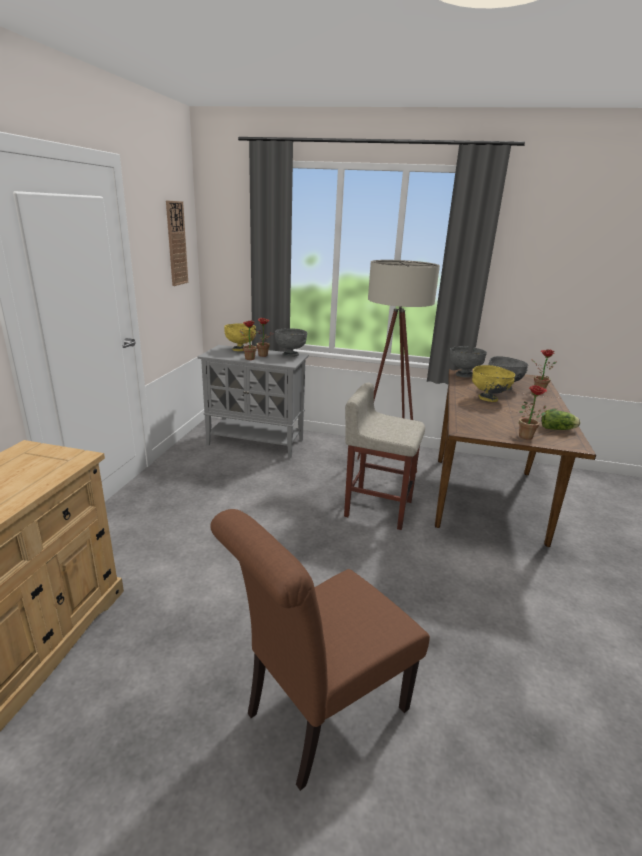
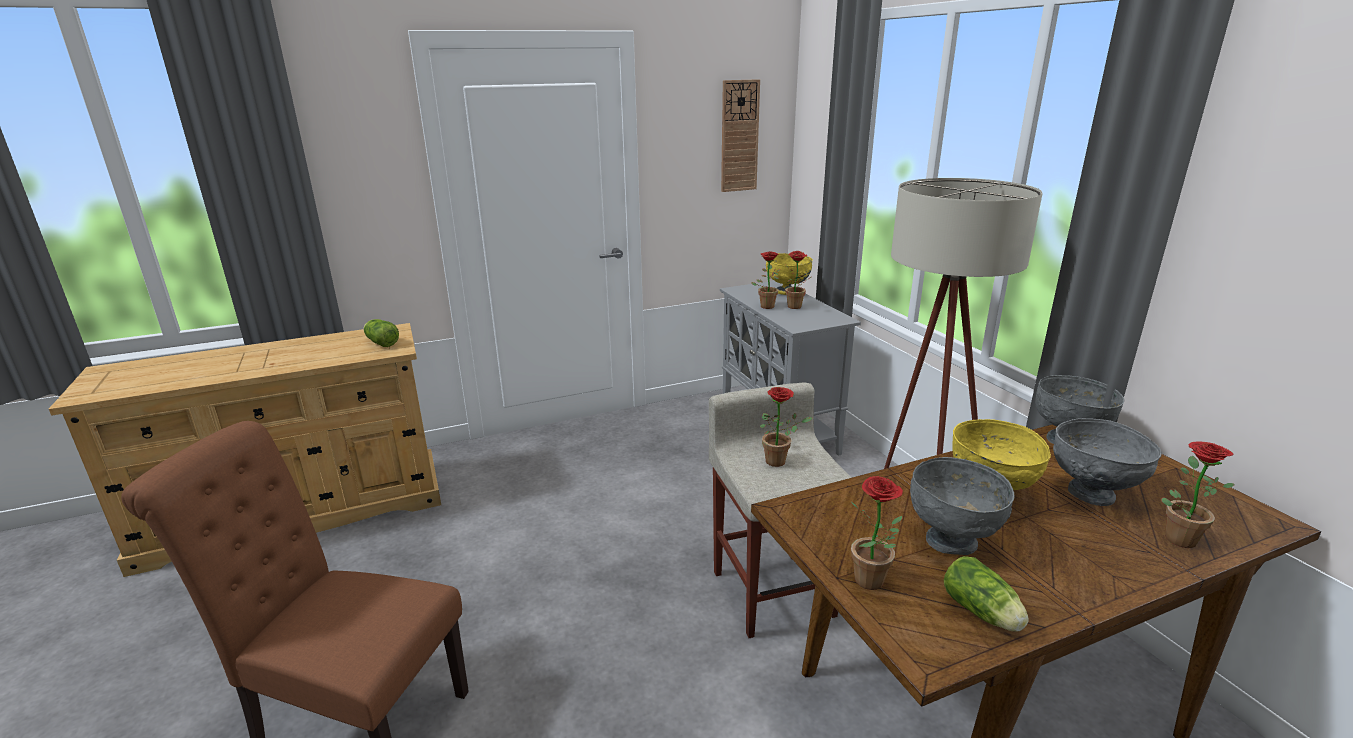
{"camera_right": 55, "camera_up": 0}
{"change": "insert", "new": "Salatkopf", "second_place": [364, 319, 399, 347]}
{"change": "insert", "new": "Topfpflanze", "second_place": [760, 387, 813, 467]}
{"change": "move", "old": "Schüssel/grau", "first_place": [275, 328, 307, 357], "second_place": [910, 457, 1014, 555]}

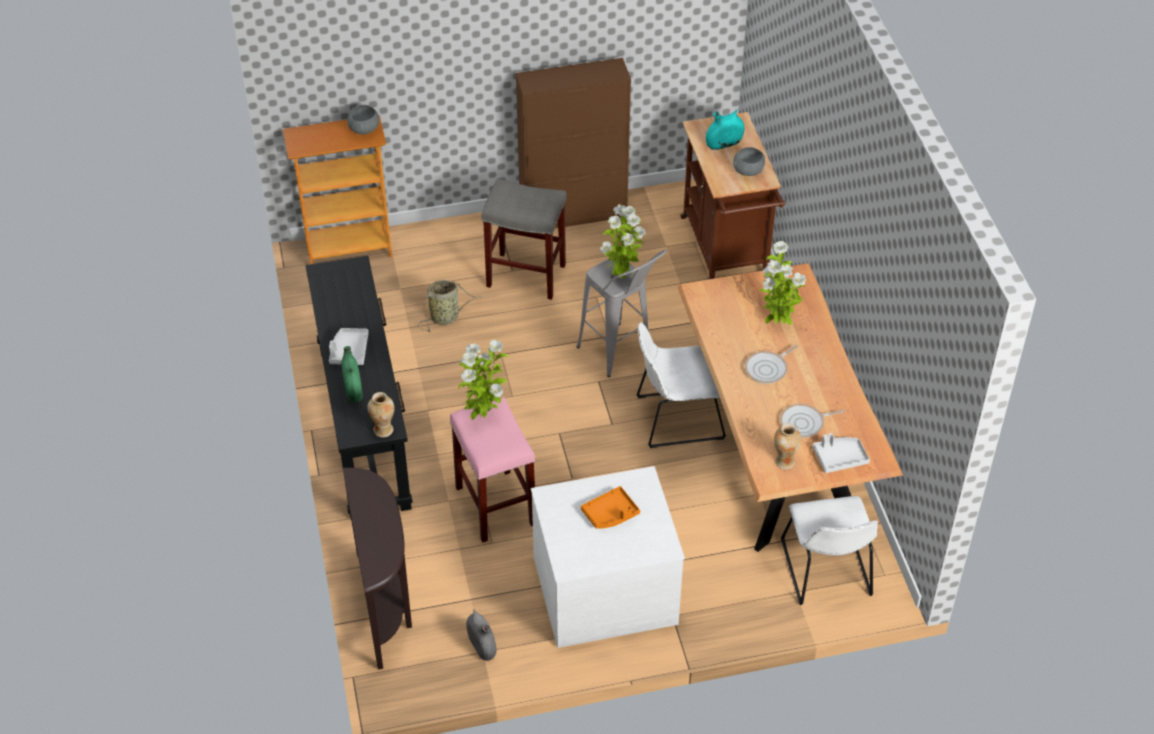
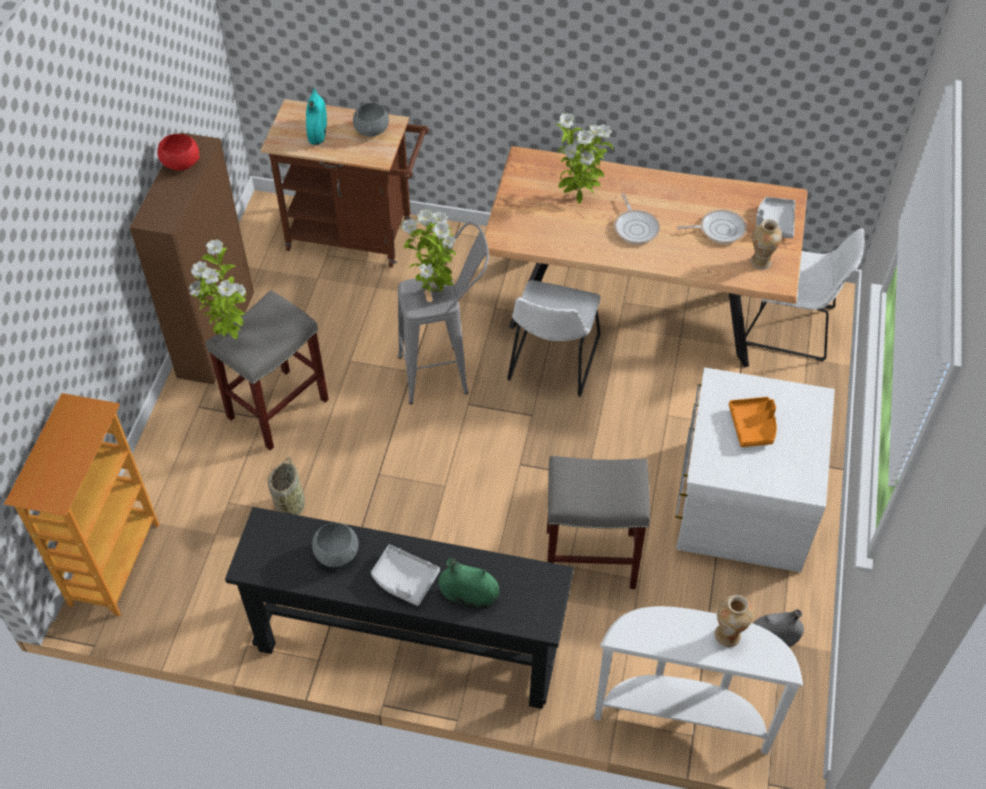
{"camera_right": -65, "camera_up": 5}
{"change": "insert", "new": "Schüssel/rot", "second_place": [157, 134, 200, 171]}
{"change": "move", "old": "Schüssel/grau", "first_place": [347, 105, 379, 134], "second_place": [312, 523, 359, 567]}
{"change": "move", "old": "Vase", "first_place": [367, 392, 395, 437], "second_place": [714, 595, 754, 647]}
{"change": "move", "old": "Topfpflanze", "first_place": [458, 340, 509, 420], "second_place": [189, 239, 247, 339]}
{"change": "recolor", "old": "Konsolentisch/braun", "new": "Konsolentisch/weiß", "first_place": [343, 468, 412, 670], "second_place": [594, 606, 803, 754]}
{"change": "recolor", "old": "Hocker/rosa", "new": "Hocker/grau", "first_place": [450, 397, 535, 543], "second_place": [547, 456, 650, 589]}
{"change": "rotate", "old": "Pfanne", "first_place": [780, 404, 845, 438], "second_place": [677, 209, 747, 244], "degrees": -105}

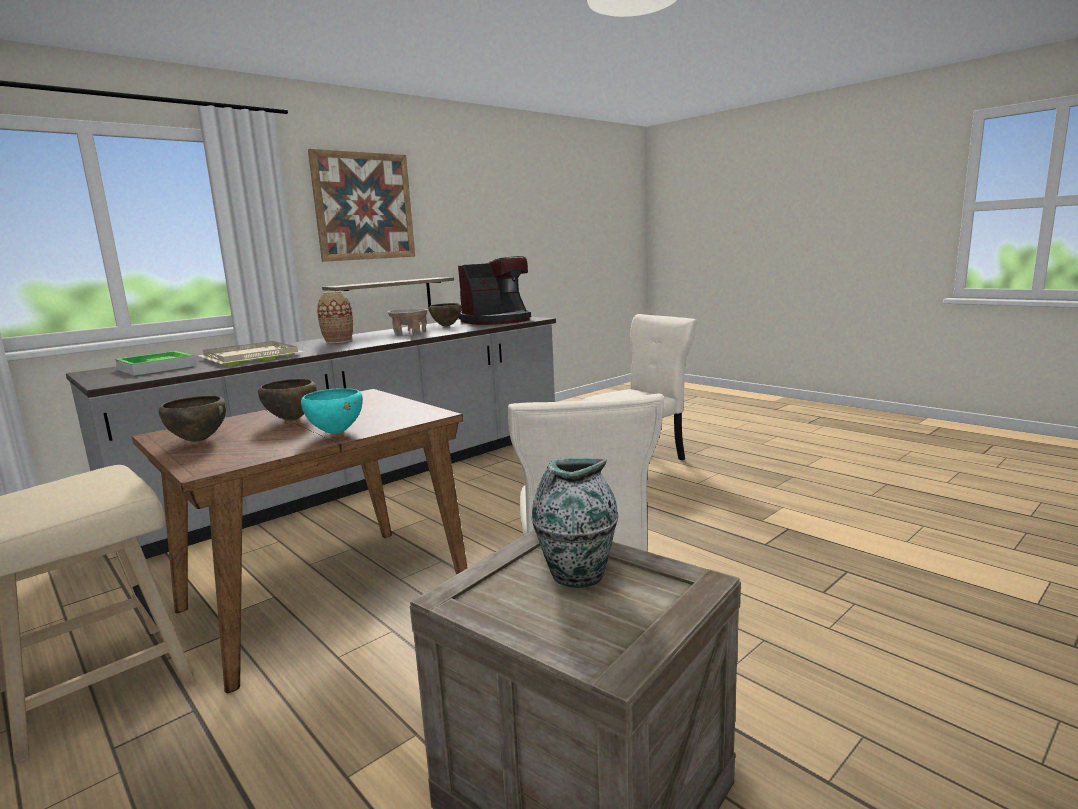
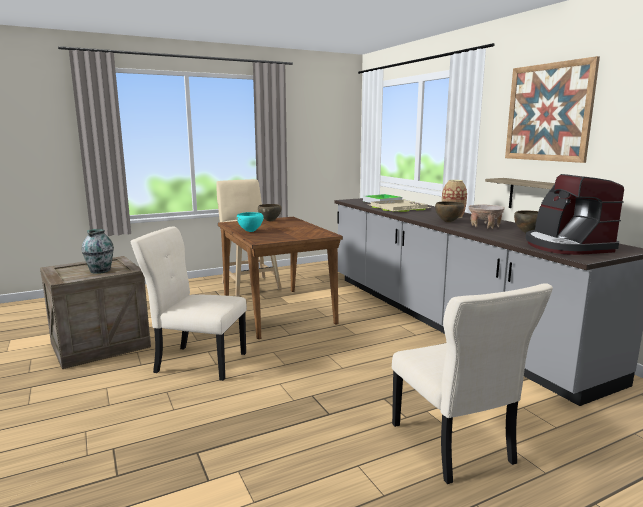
{"camera_right": 105, "camera_up": 0}
{"change": "move", "old": "Schüssel/braun", "first_place": [258, 379, 317, 421], "second_place": [435, 201, 464, 222]}

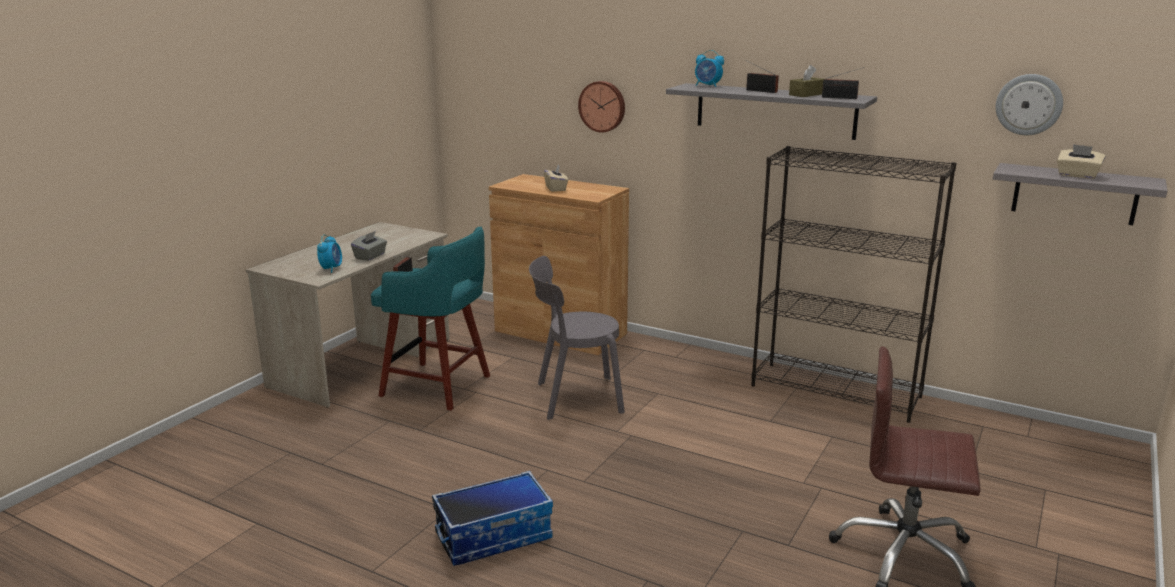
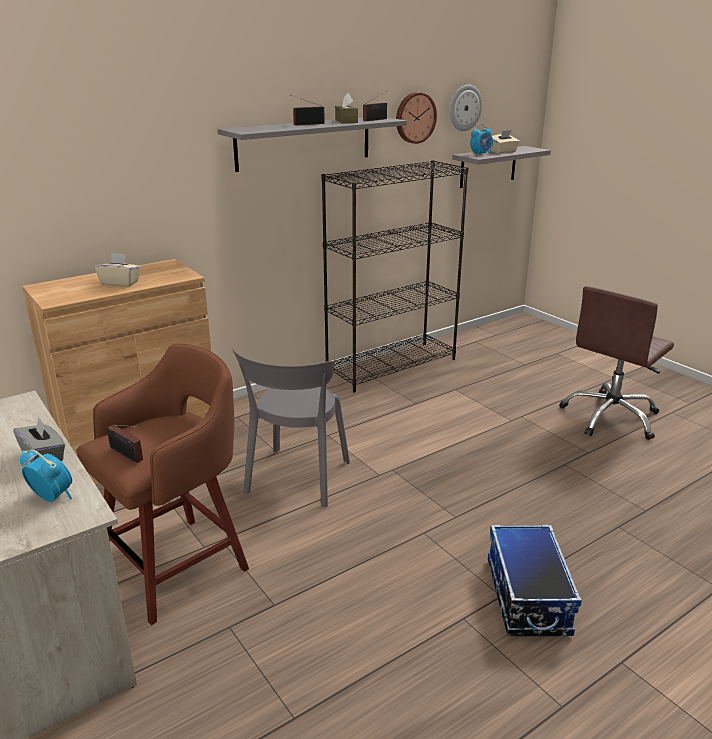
{"camera_right": -65, "camera_up": 5}
{"change": "move", "old": "Wanduhr", "first_place": [578, 81, 625, 133], "second_place": [396, 92, 437, 144]}
{"change": "move", "old": "Wecker", "first_place": [695, 50, 724, 87], "second_place": [470, 124, 493, 156]}
{"change": "recolor", "old": "Hocker/türkis", "new": "Hocker/braun", "first_place": [371, 226, 490, 411], "second_place": [76, 344, 249, 625]}

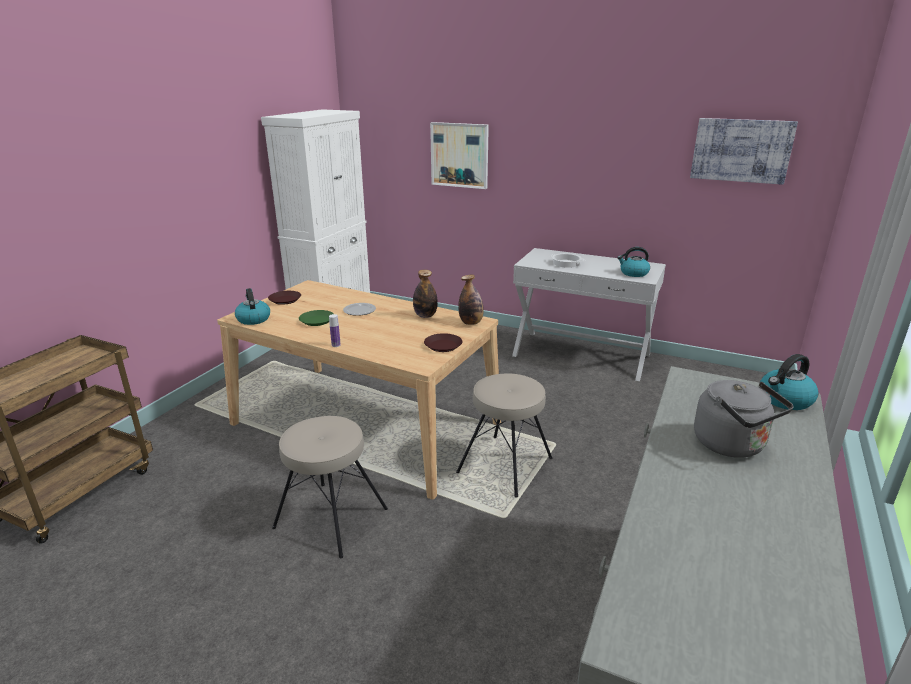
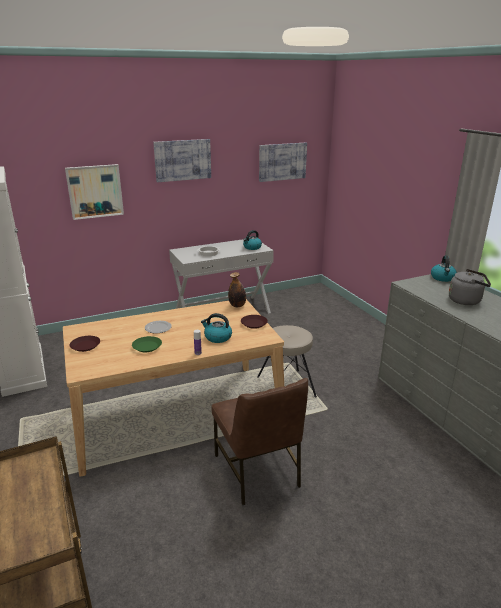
{"camera_right": -50, "camera_up": 0}
{"change": "delete", "old": "Flasche", "first_place": [413, 270, 438, 318]}
{"change": "insert", "new": "Bild", "second_place": [153, 139, 211, 182]}
{"change": "move", "old": "Wasserkessel", "first_place": [235, 288, 270, 325], "second_place": [201, 313, 232, 343]}
{"change": "replace", "old": "Hocker/beige", "new": "Stuhl/braun", "first_place": [272, 416, 388, 558], "second_place": [211, 378, 308, 505]}

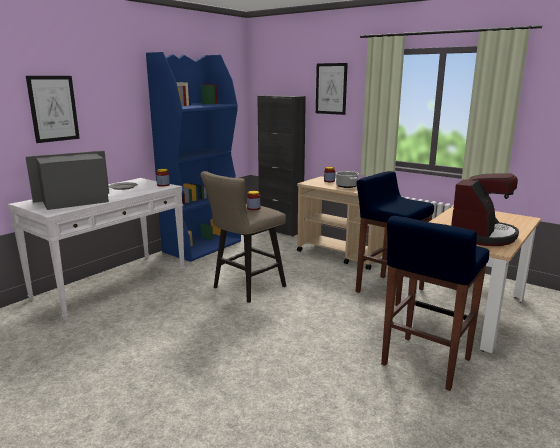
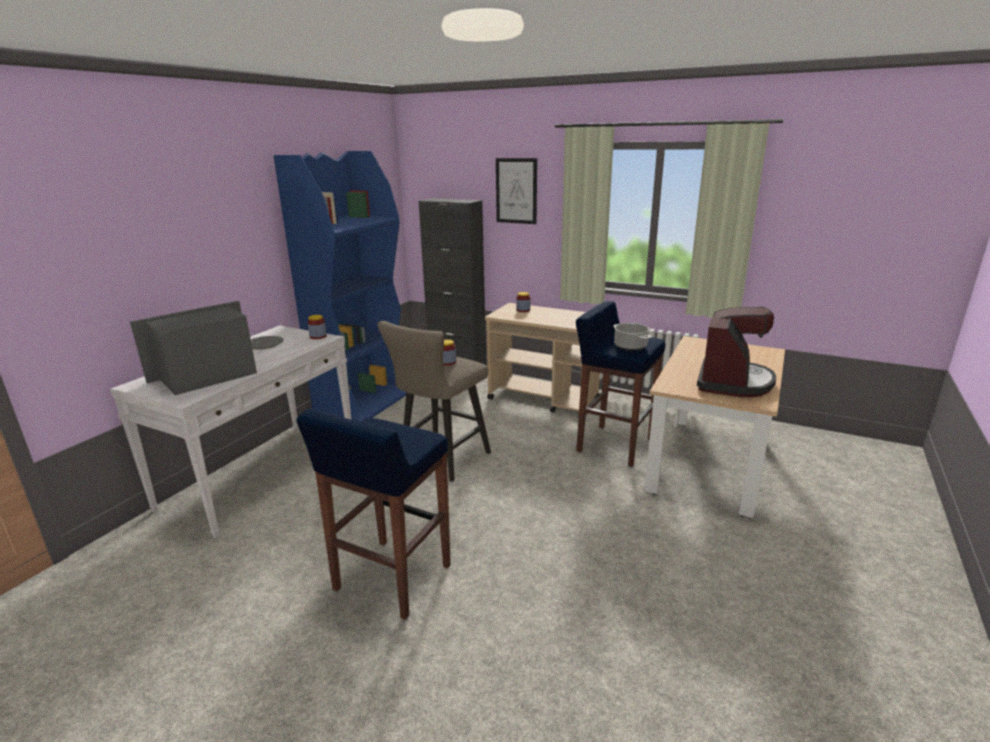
{"camera_right": -10, "camera_up": 5}
{"change": "delete", "old": "Bild", "first_place": [26, 76, 80, 143]}
{"change": "move", "old": "Kochtopf", "first_place": [336, 171, 359, 188], "second_place": [614, 323, 651, 351]}
{"change": "move", "old": "Hocker/blau", "first_place": [381, 216, 489, 391], "second_place": [297, 409, 451, 620]}

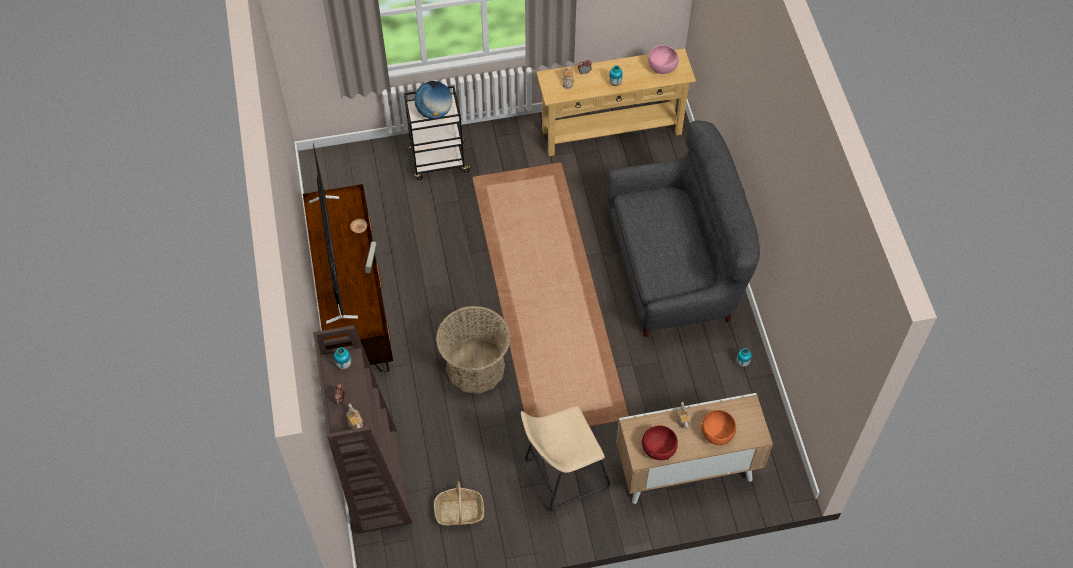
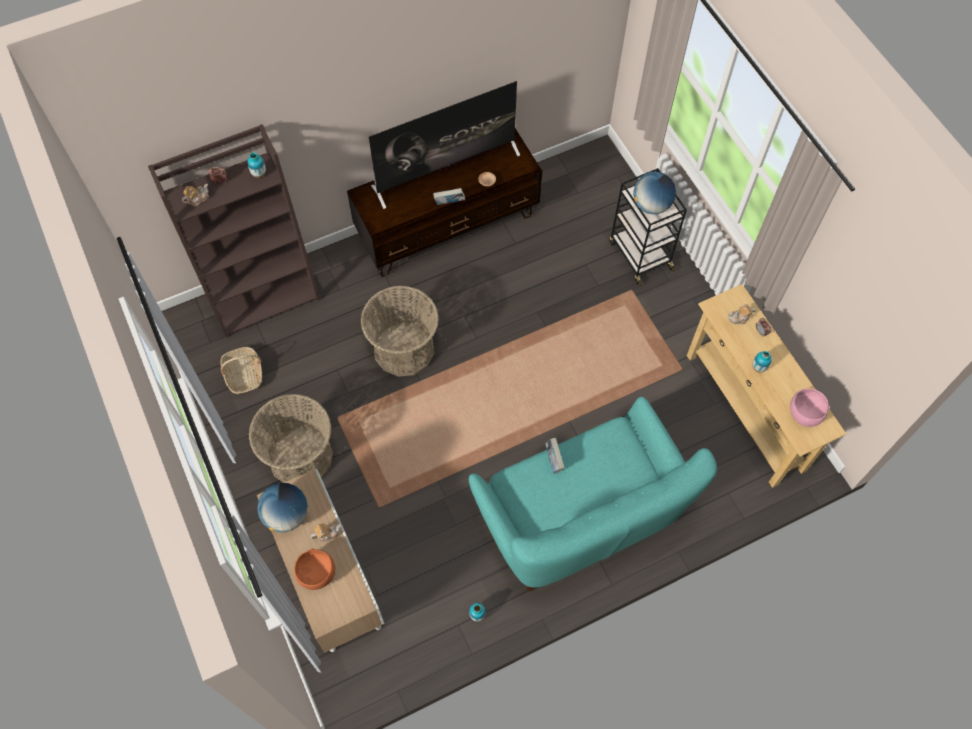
{"camera_right": 75, "camera_up": 5}
{"change": "insert", "new": "Buch", "second_place": [545, 438, 565, 474]}
{"change": "replace", "old": "Hocker/beige", "new": "Korb", "first_place": [521, 406, 610, 511], "second_place": [249, 394, 333, 483]}
{"change": "replace", "old": "Schüssel/rot", "new": "Globus", "first_place": [642, 425, 678, 460], "second_place": [257, 483, 308, 532]}
{"change": "recolor", "old": "Sofa/grau", "new": "Sofa/türkis", "first_place": [608, 121, 760, 337], "second_place": [469, 397, 717, 591]}

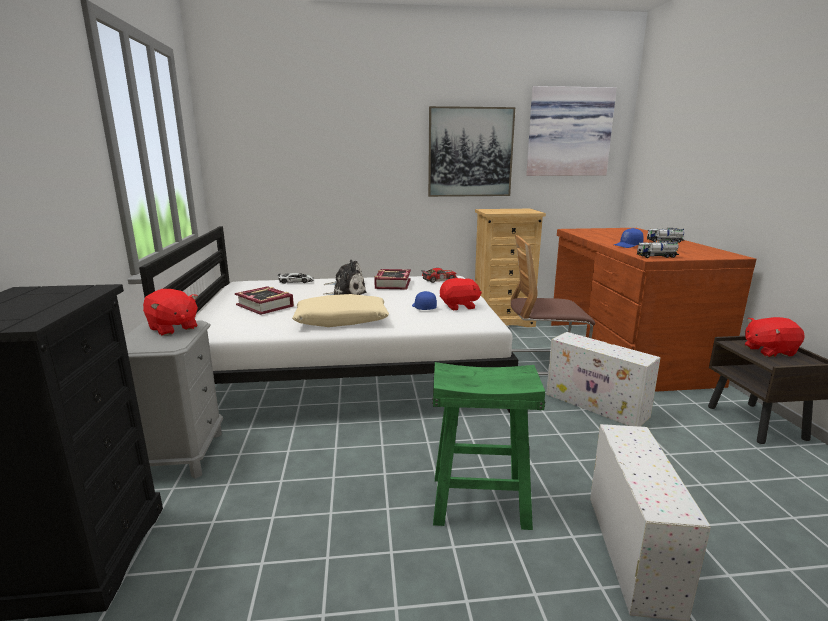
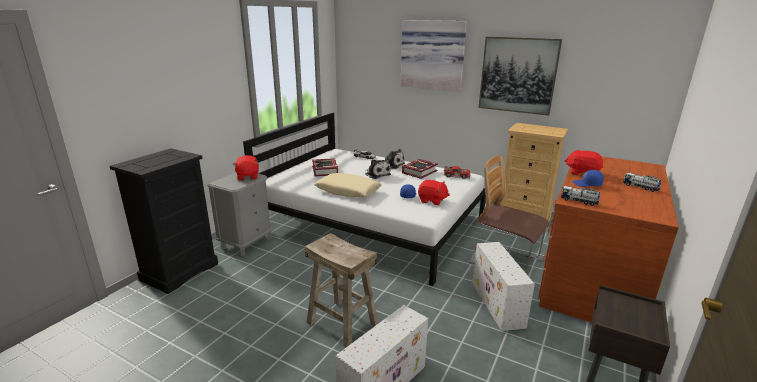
{"camera_right": 35, "camera_up": 5}
{"change": "move", "old": "Bild", "first_place": [526, 86, 617, 176], "second_place": [400, 20, 467, 92]}
{"change": "move", "old": "Plüschtier/rot", "first_place": [745, 317, 805, 357], "second_place": [564, 150, 603, 175]}
{"change": "recolor", "old": "Hocker/grün", "new": "Hocker/beige", "first_place": [432, 362, 545, 530], "second_place": [305, 233, 378, 347]}

